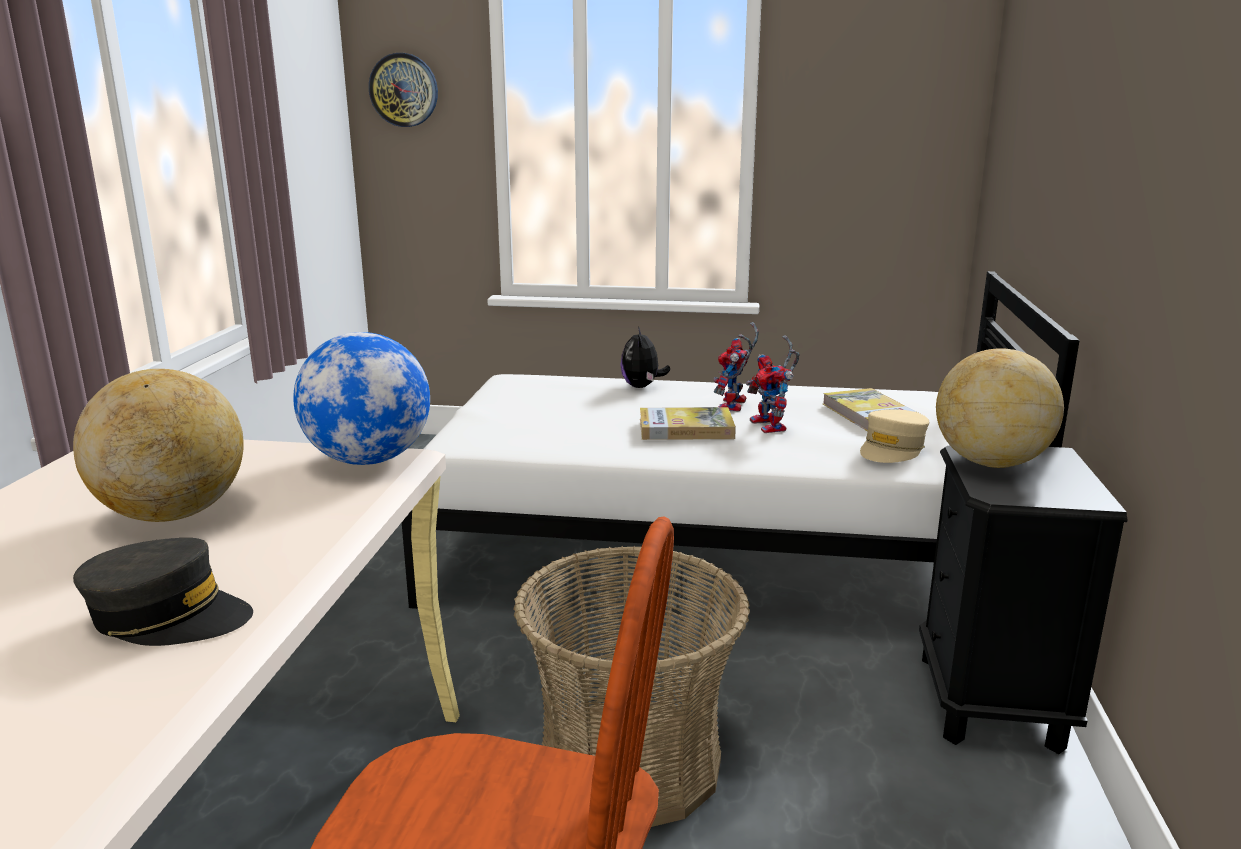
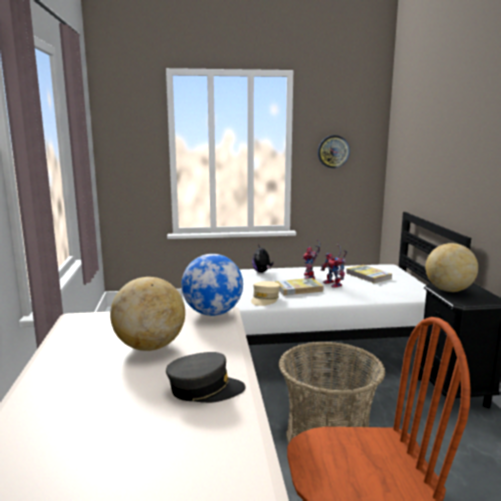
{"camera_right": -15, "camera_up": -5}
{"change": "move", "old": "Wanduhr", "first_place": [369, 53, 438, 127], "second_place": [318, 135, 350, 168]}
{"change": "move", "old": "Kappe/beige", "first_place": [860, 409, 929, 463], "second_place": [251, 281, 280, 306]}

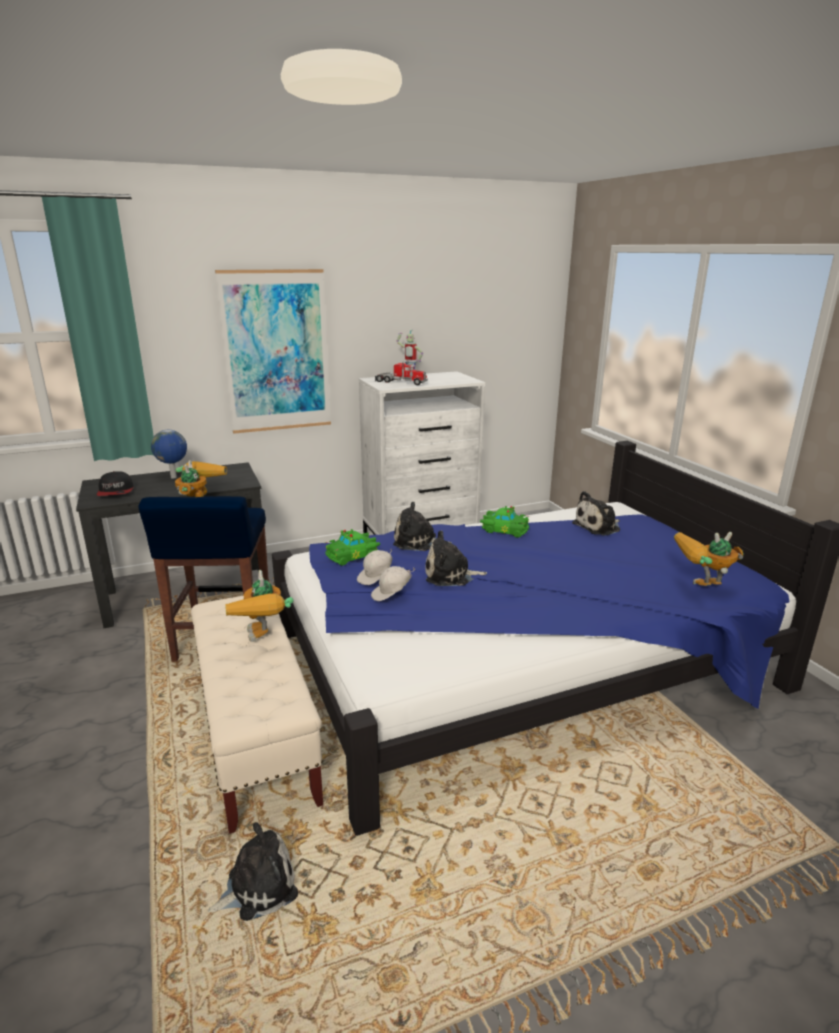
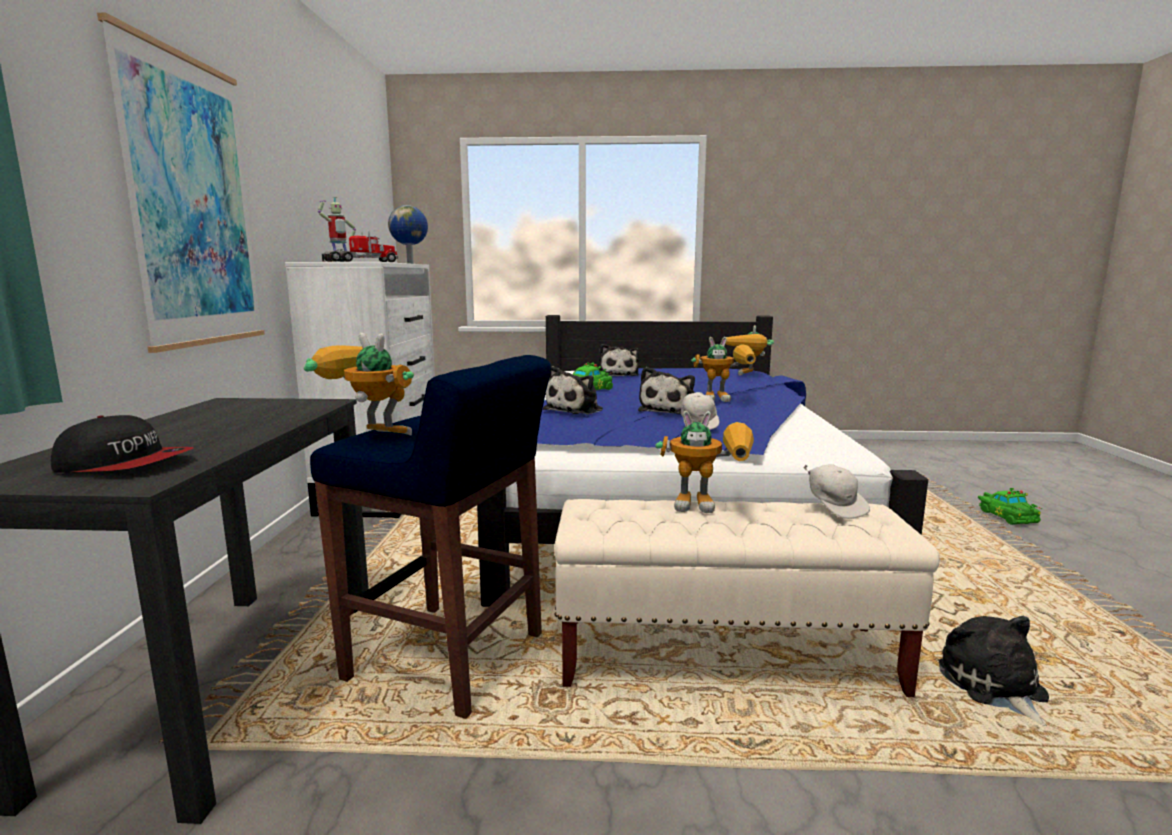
{"camera_right": -65, "camera_up": -10}
{"change": "insert", "new": "Spielzeugroboter", "second_place": [691, 337, 756, 402]}
{"change": "move", "old": "Globus", "first_place": [151, 430, 187, 478], "second_place": [388, 205, 428, 264]}
{"change": "move", "old": "Spielzeugauto/grün", "first_place": [324, 529, 380, 566], "second_place": [978, 488, 1042, 525]}
{"change": "move", "old": "Kappe/weiß", "first_place": [357, 550, 392, 585], "second_place": [803, 464, 870, 519]}

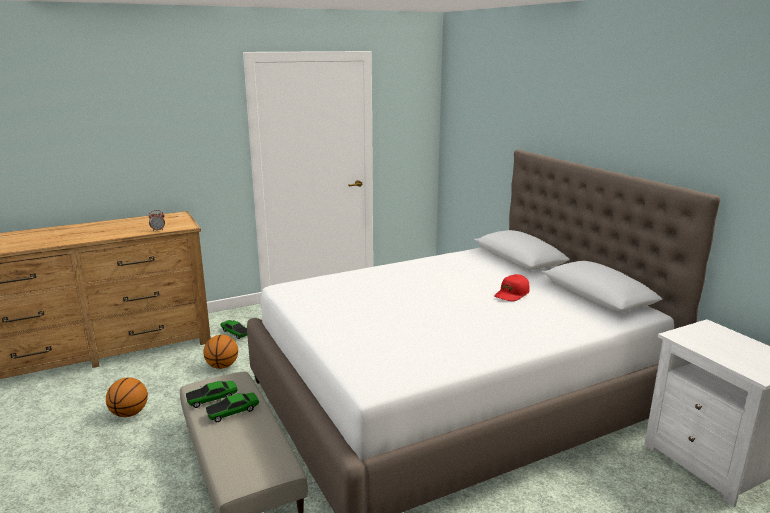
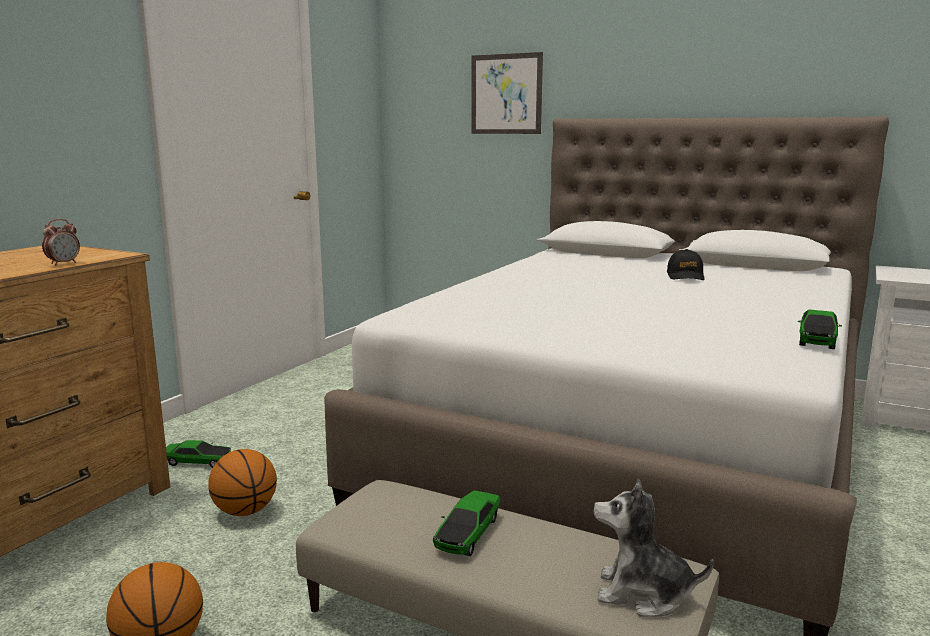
{"camera_right": -35, "camera_up": -5}
{"change": "insert", "new": "Bild", "second_place": [471, 52, 543, 134]}
{"change": "insert", "new": "Plüschtier", "second_place": [594, 479, 714, 617]}
{"change": "move", "old": "Spielzeugauto", "first_place": [186, 381, 238, 408], "second_place": [798, 309, 842, 349]}
{"change": "recolor", "old": "Kappe/rot", "new": "Kappe/schwarz", "first_place": [494, 274, 530, 301], "second_place": [667, 249, 705, 280]}

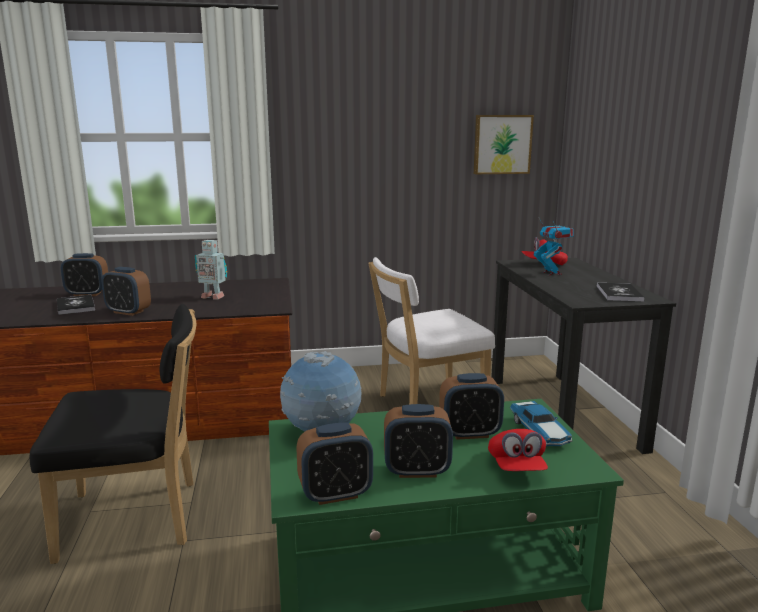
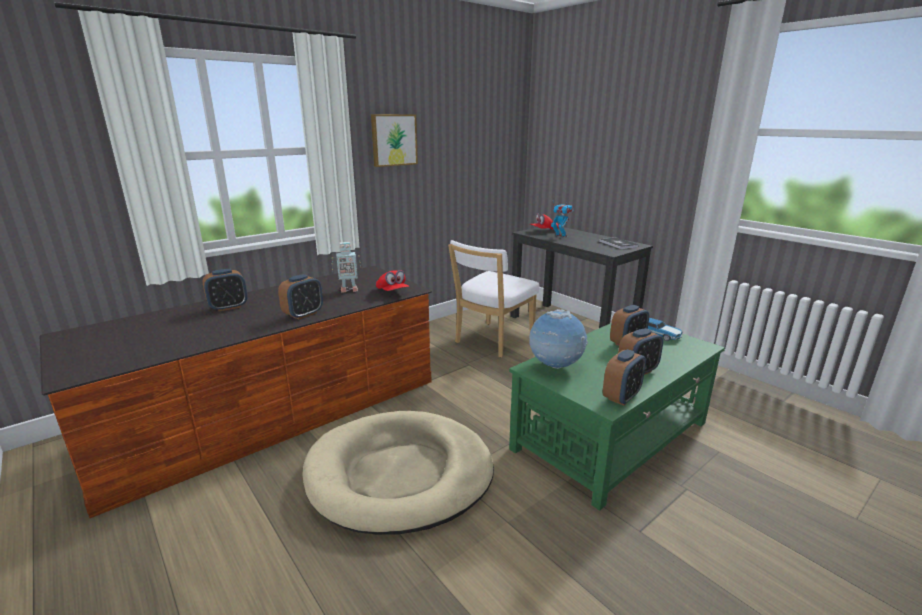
{"camera_right": -30, "camera_up": 5}
{"change": "delete", "old": "Buch", "first_place": [57, 295, 95, 315]}
{"change": "move", "old": "Bild", "first_place": [474, 115, 534, 174], "second_place": [371, 114, 418, 167]}
{"change": "move", "old": "Kappe/rot", "first_place": [488, 429, 548, 471], "second_place": [376, 270, 409, 291]}
{"change": "replace", "old": "Stuhl/schwarz", "new": "Hundebett/beige", "first_place": [30, 304, 196, 564], "second_place": [302, 411, 494, 535]}
{"change": "rotate", "old": "Wecker", "first_place": [102, 267, 151, 316], "second_place": [278, 274, 323, 319], "degrees": -45}

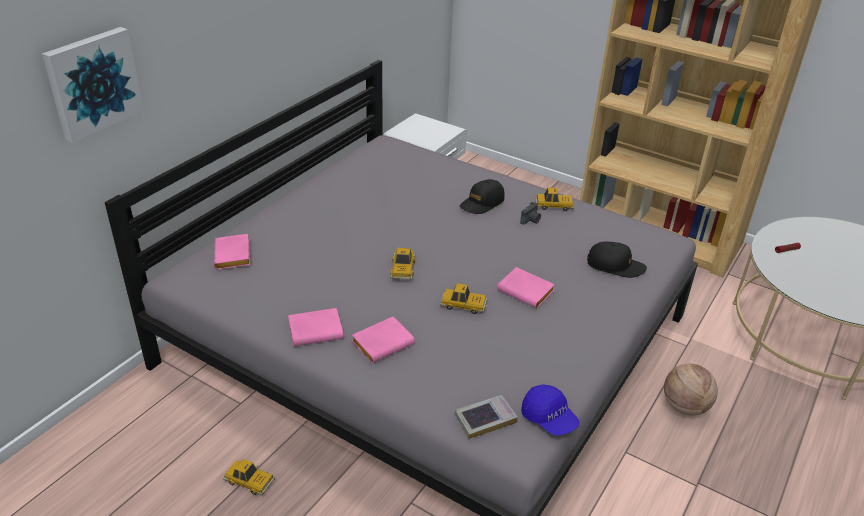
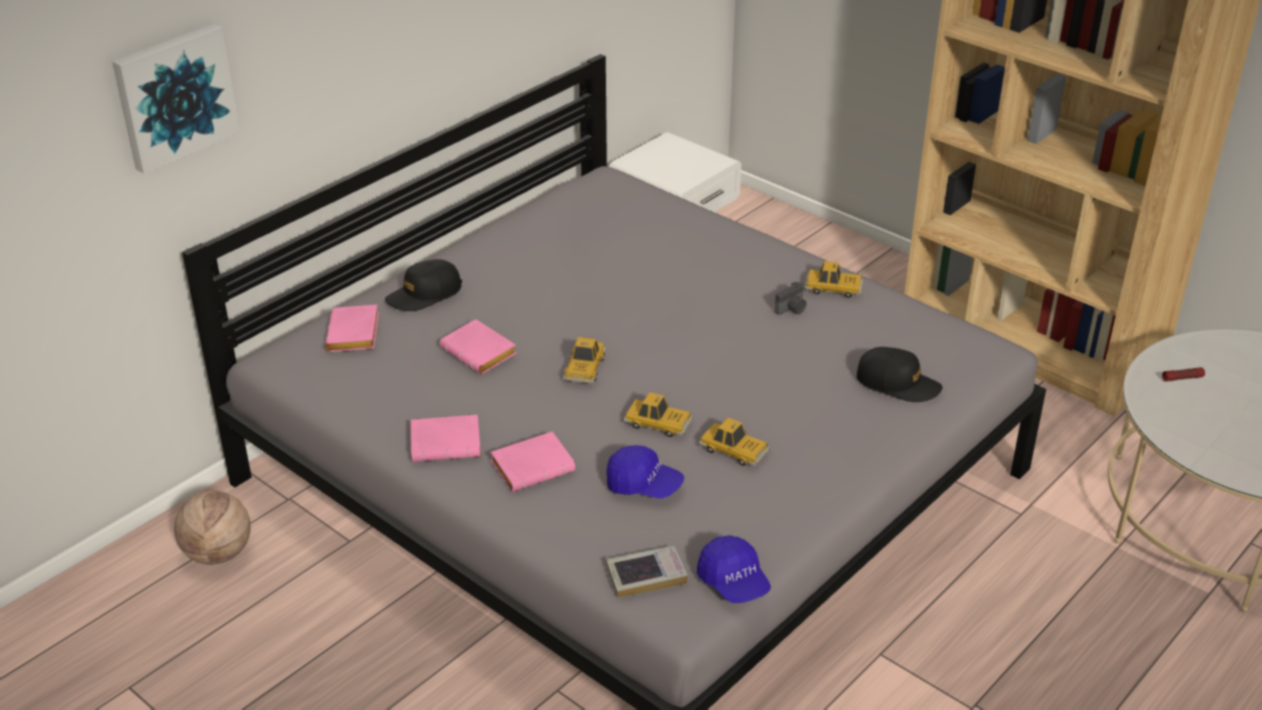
{"camera_right": 10, "camera_up": 0}
{"change": "insert", "new": "Kappe/blau", "second_place": [607, 445, 684, 498]}
{"change": "move", "old": "Spielzeugauto", "first_place": [223, 459, 275, 496], "second_place": [699, 418, 770, 466]}
{"change": "move", "old": "Kappe/schwarz", "first_place": [460, 179, 504, 214], "second_place": [385, 259, 462, 311]}
{"change": "move", "old": "Buch/rosa", "first_place": [497, 267, 555, 308], "second_place": [440, 319, 517, 374]}
{"change": "move", "old": "Basketball", "first_place": [664, 364, 718, 416], "second_place": [174, 491, 251, 565]}

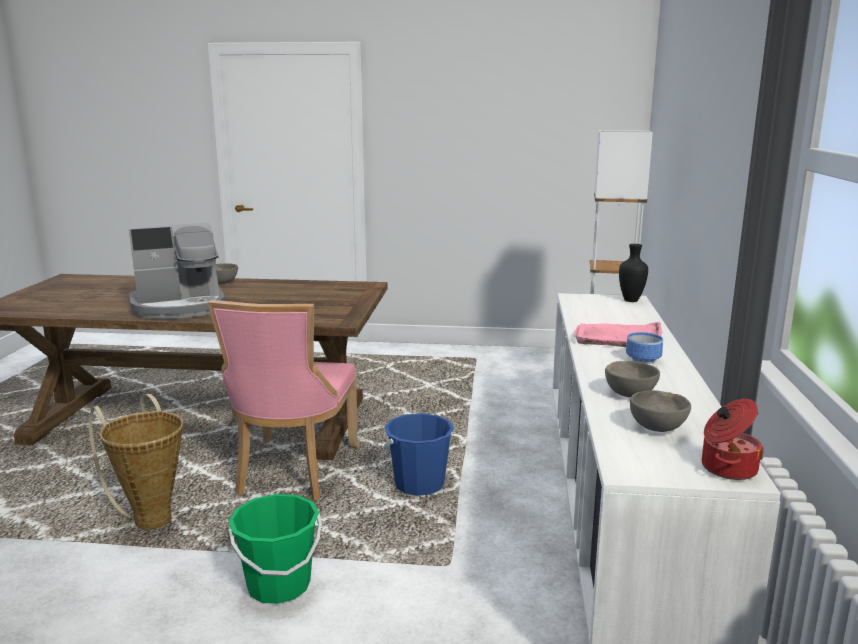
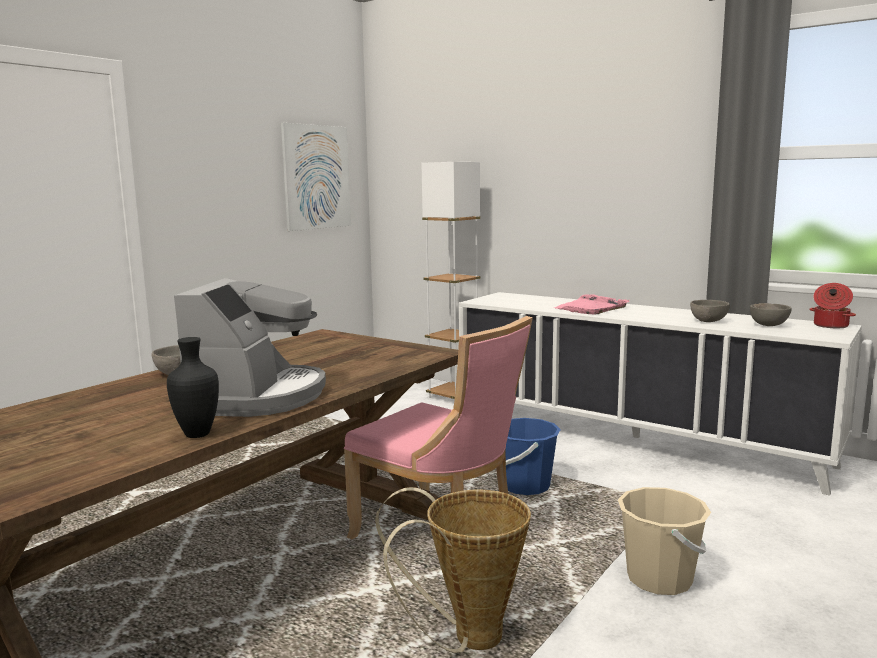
{"camera_right": -60, "camera_up": -5}
{"change": "delete", "old": "Schüssel", "first_place": [626, 332, 663, 364]}
{"change": "insert", "new": "Bild", "second_place": [281, 123, 351, 231]}
{"change": "move", "old": "Vase/schwarz", "first_place": [619, 244, 648, 302], "second_place": [167, 337, 219, 438]}
{"change": "recolor", "old": "Eimer/grün", "new": "Eimer/beige", "first_place": [228, 494, 322, 604], "second_place": [618, 487, 711, 595]}

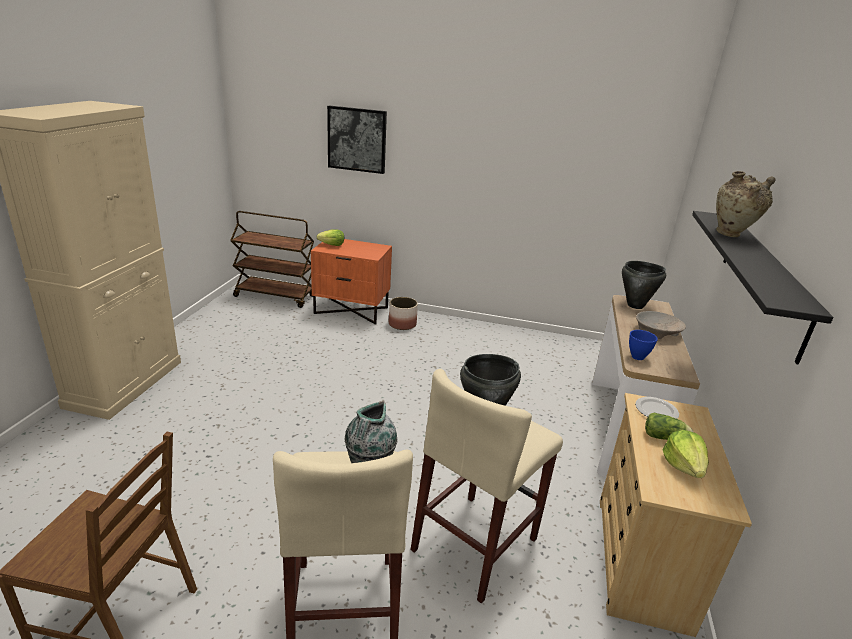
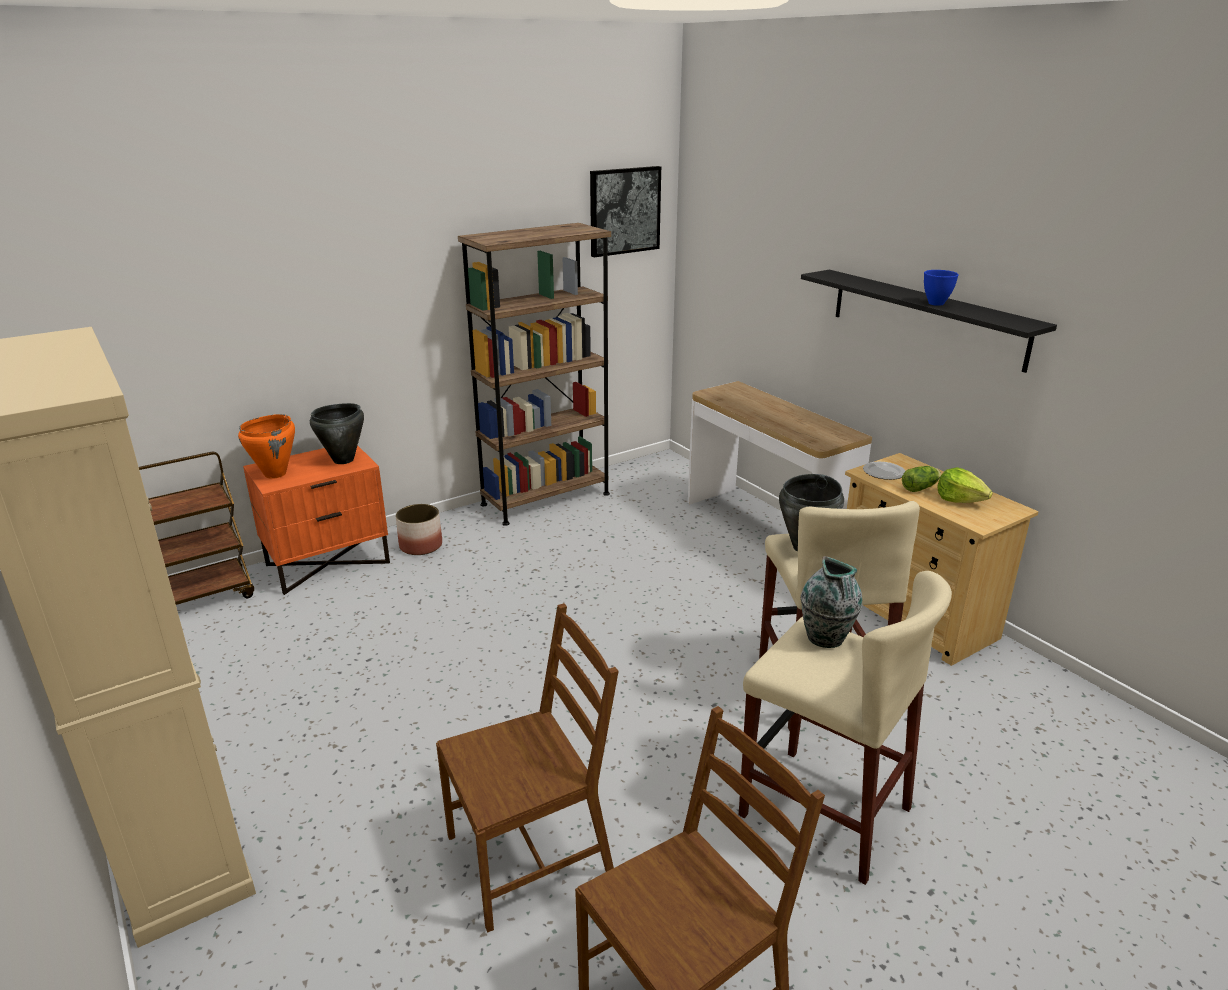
{"camera_right": -45, "camera_up": 0}
{"change": "delete", "old": "Schüssel/beige", "first_place": [636, 311, 686, 339]}
{"change": "delete", "old": "Vase/beige", "first_place": [716, 171, 776, 237]}
{"change": "insert", "new": "Stuhl/braun", "second_place": [436, 603, 619, 933]}
{"change": "insert", "new": "Bücherregal/braun", "second_place": [458, 223, 611, 526]}
{"change": "move", "old": "Bild", "first_place": [327, 105, 387, 174], "second_place": [590, 166, 661, 257]}
{"change": "move", "old": "Kochtopf/schwarz", "first_place": [622, 261, 666, 309], "second_place": [310, 403, 364, 464]}
{"change": "move", "old": "Schüssel/blau", "first_place": [629, 330, 658, 360], "second_place": [924, 270, 959, 306]}
{"change": "replace", "old": "Salatkopf", "new": "Kochtopf/orange", "first_place": [317, 229, 344, 246], "second_place": [238, 414, 295, 479]}

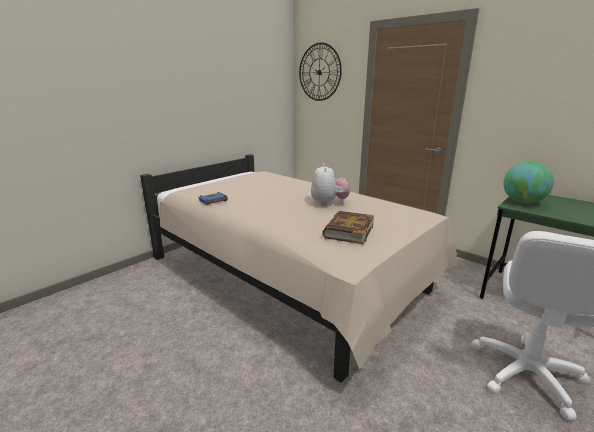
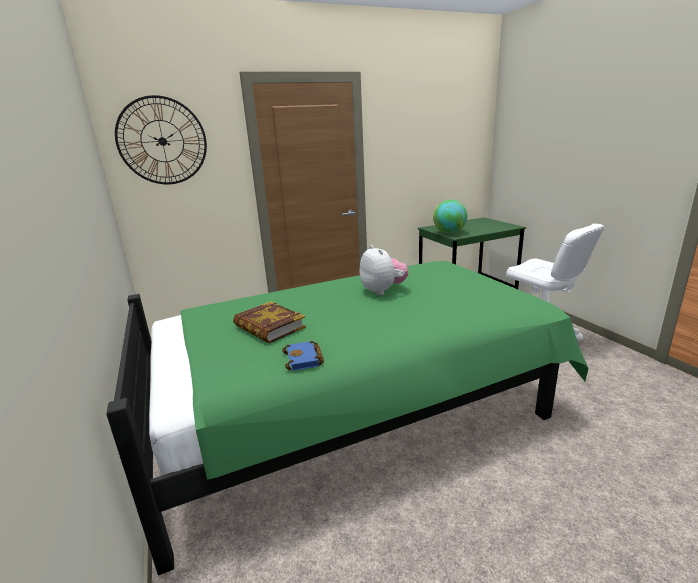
{"camera_right": -65, "camera_up": 0}
{"change": "move", "old": "Buch", "first_place": [322, 211, 374, 245], "second_place": [233, 301, 306, 343]}
{"change": "recolor", "old": "Bett/beige", "new": "Bett/grün", "first_place": [140, 154, 457, 383], "second_place": [106, 261, 589, 575]}
{"change": "rotate", "old": "Plüschtier", "first_place": [311, 163, 350, 206], "second_place": [360, 245, 408, 295], "degrees": 45}

